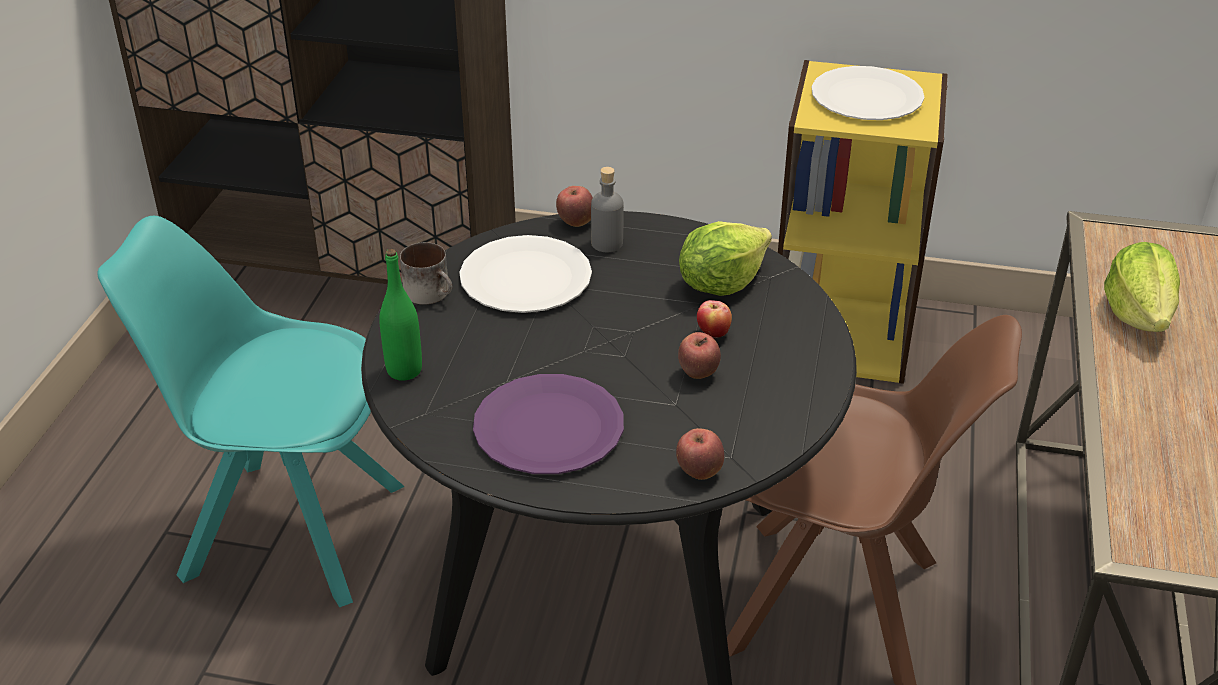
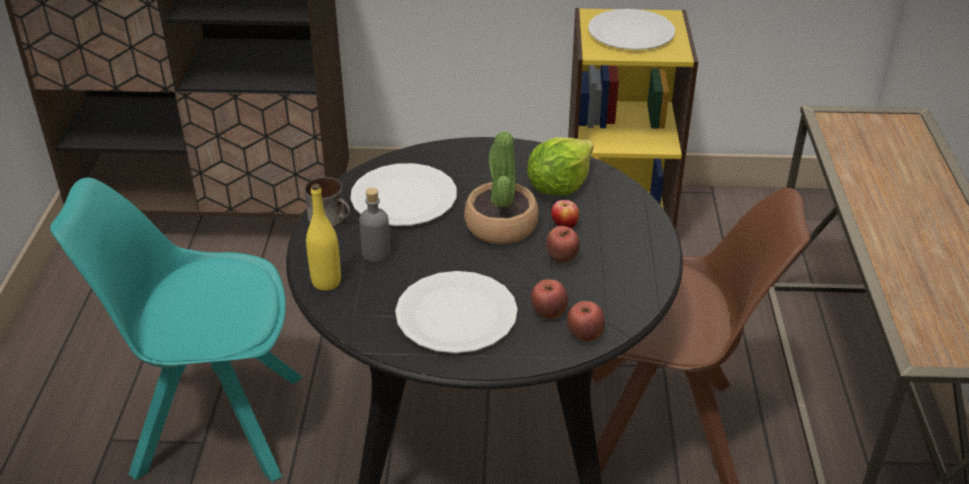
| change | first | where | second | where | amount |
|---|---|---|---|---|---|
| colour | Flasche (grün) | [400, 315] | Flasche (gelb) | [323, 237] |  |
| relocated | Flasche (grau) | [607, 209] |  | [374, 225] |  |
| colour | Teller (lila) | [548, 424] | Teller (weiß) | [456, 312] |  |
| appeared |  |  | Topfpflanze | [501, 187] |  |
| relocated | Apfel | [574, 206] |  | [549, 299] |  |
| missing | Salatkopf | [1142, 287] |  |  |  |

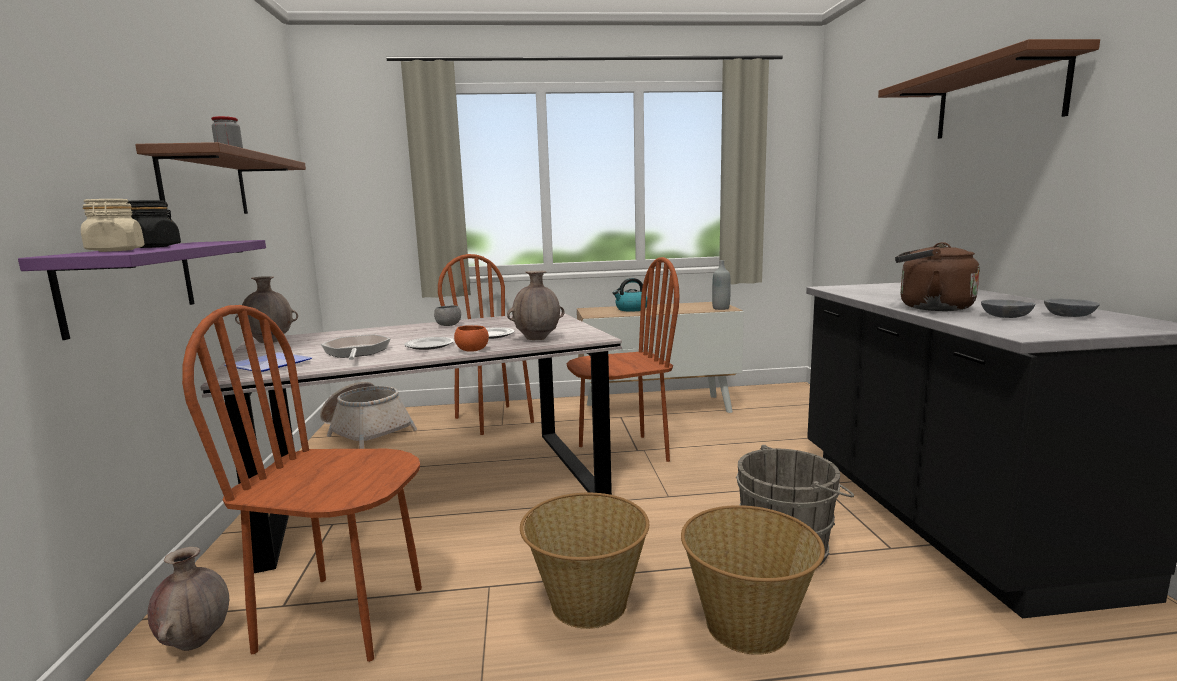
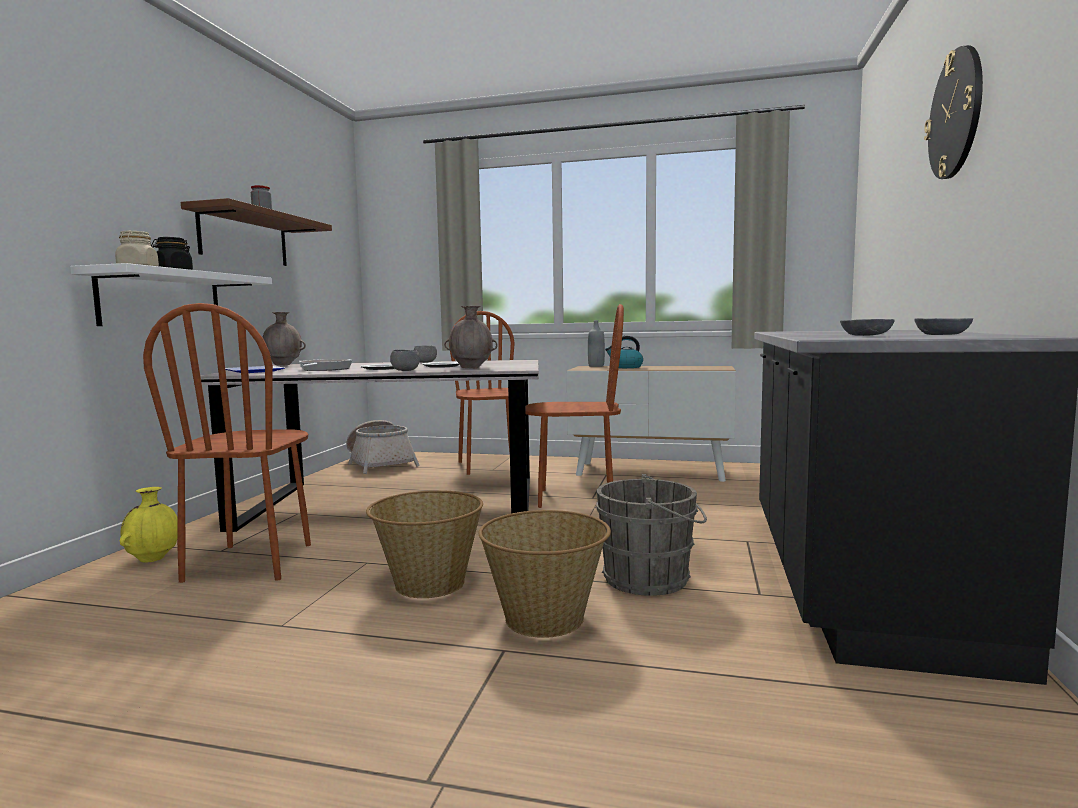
| change | first | where | second | where | amount |
|---|---|---|---|---|---|
| colour | Wandregal (lila) | [142, 290] | Wandregal (weiß) | [171, 294] |  |
| colour | Vase (braun) | [188, 599] | Vase (gelb) | [149, 525] |  |
| spun | Stuhl (braun) | [302, 483] |  | [227, 443] | 120 degrees counterclockwise |
| colour | Schüssel (orange) | [471, 338] | Schüssel (grau) | [405, 360] |  |
| relocated | Flasche (grau) | [721, 285] |  | [596, 343] |  |
| exchanged | Wandregal (braun) | [989, 89] | Wanduhr | [953, 112] |  |
| missing | Wasserkessel (braun) | [937, 276] |  |  |  |

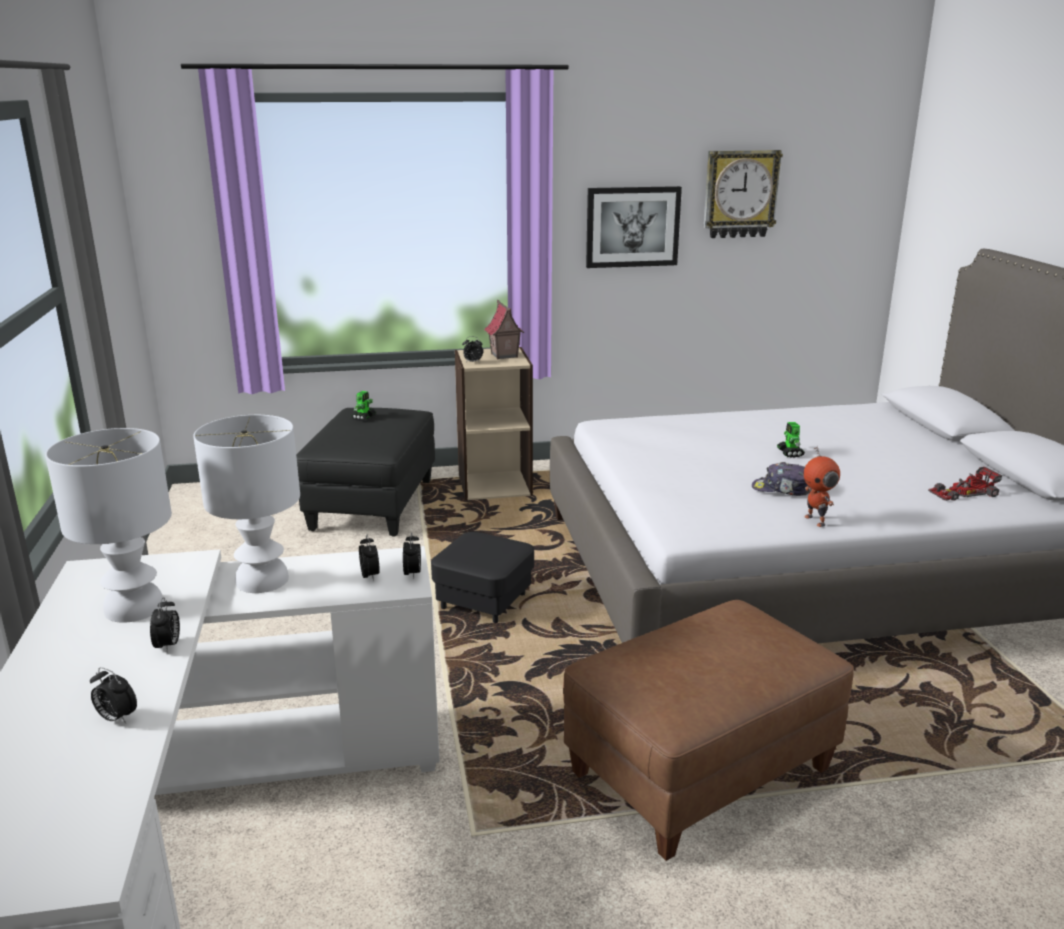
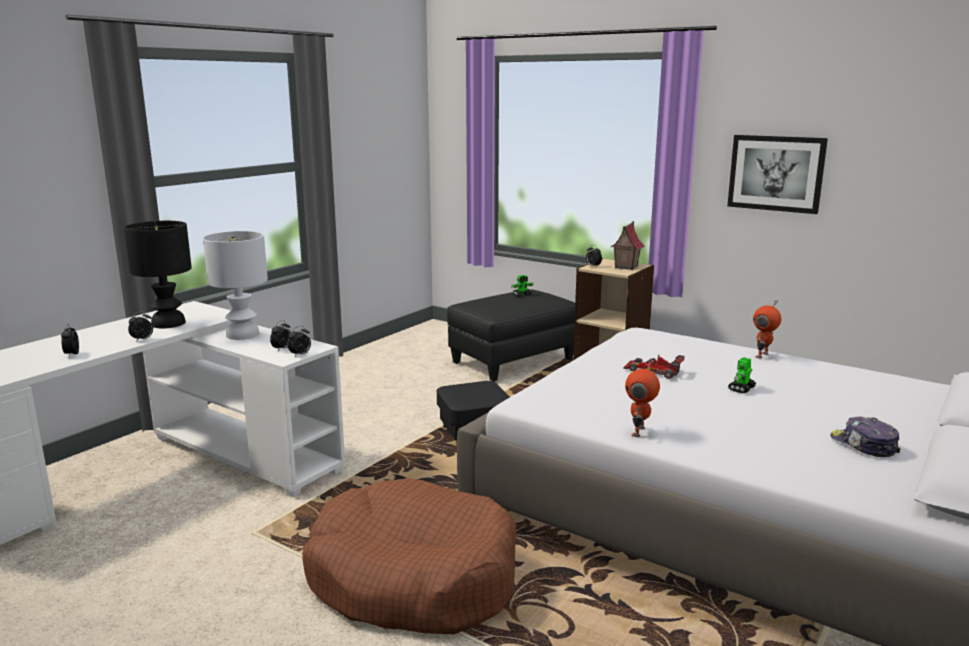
| change | first | where | second | where | amount |
|---|---|---|---|---|---|
| colour | Tischlampe (weiß) | [108, 525] | Tischlampe (schwarz) | [158, 274] |  |
| exchanged | Polsterhocker (braun) | [708, 730] | Hundebett (braun) | [409, 556] |  |
| relocated | Spielzeugauto | [965, 484] |  | [653, 367] |  |
| appeared |  |  | Spielzeugroboter | [767, 330] |  |
| relocated | Kappe | [781, 479] |  | [865, 437] |  |
| missing | Wanduhr | [743, 194] |  |  |  |

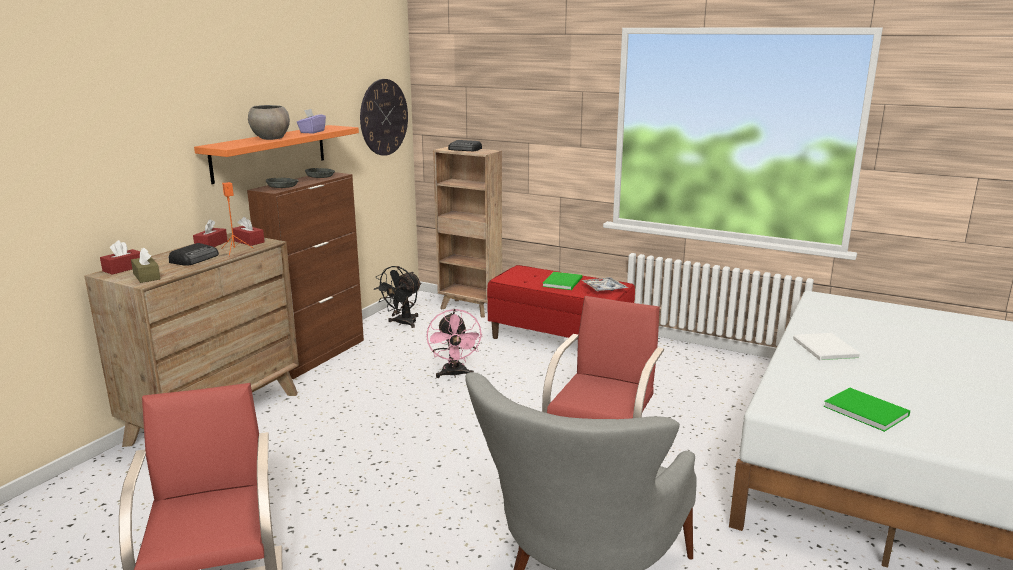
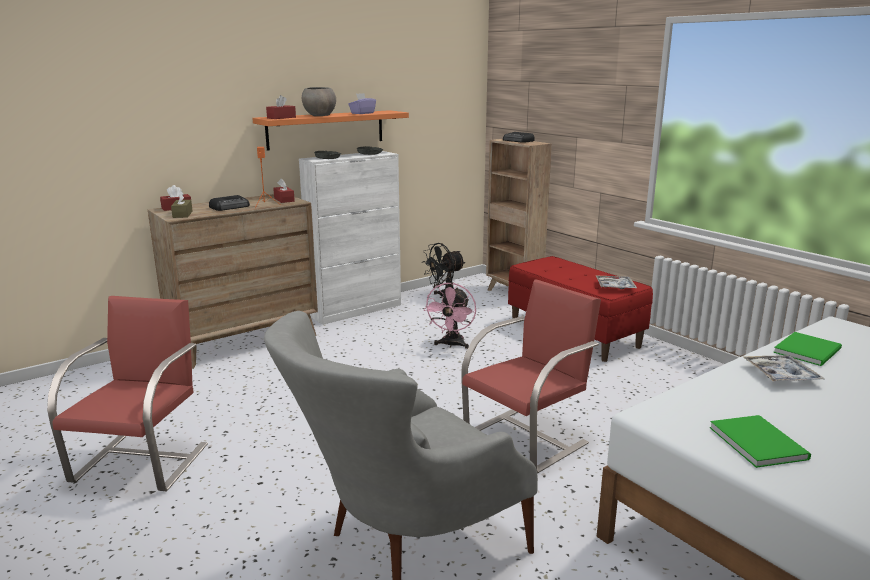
| change | first | where | second | where | amount |
|---|---|---|---|---|---|
| relocated | Taschentuchbox (rot) | [210, 233] |  | [281, 107] |  |
| colour | Schrank (braun) | [305, 275] | Schrank (weiß) | [350, 238] |  |
| exchanged | Buch (weiß) | [827, 347] | Tablett | [784, 368] |  |
| relocated | Buch (grün) | [562, 281] |  | [807, 349] |  |
| missing | Wanduhr | [384, 117] |  |  |  |

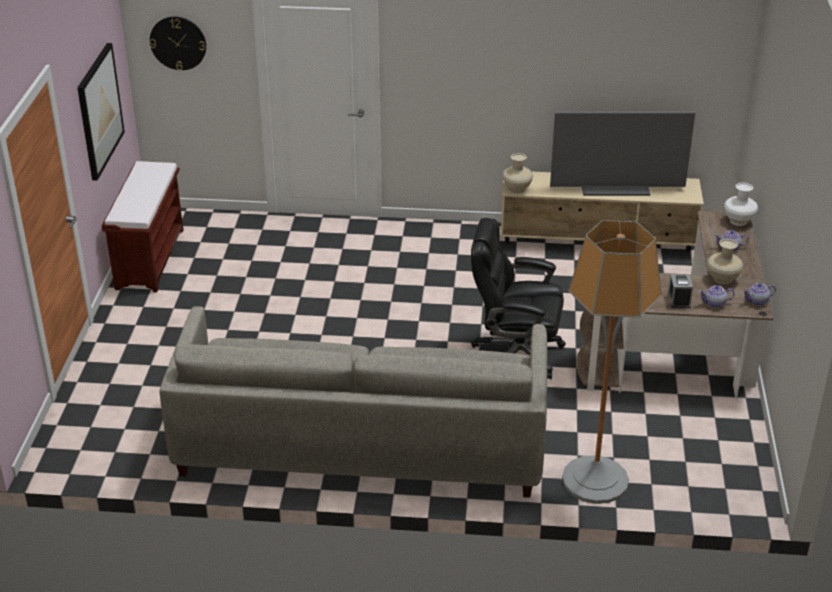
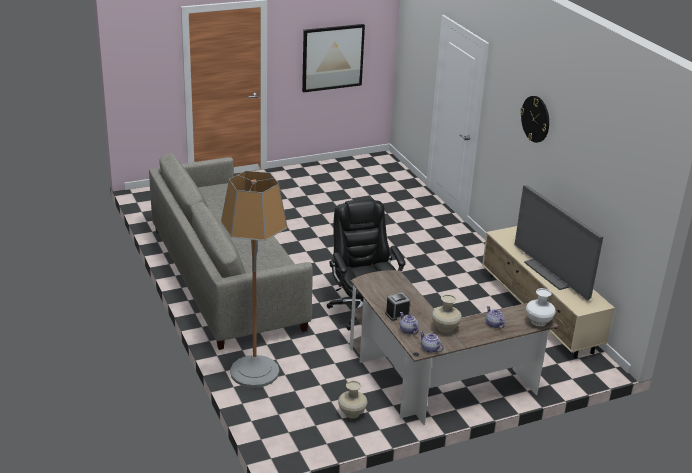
| change | first | where | second | where | amount |
|---|---|---|---|---|---|
| relocated | Vase (beige) | [517, 173] |  | [353, 400] |  |
| relocated | Wanduhr | [178, 44] |  | [534, 119] |  |
| missing | Bank (braun) | [143, 226] |  |  |  |

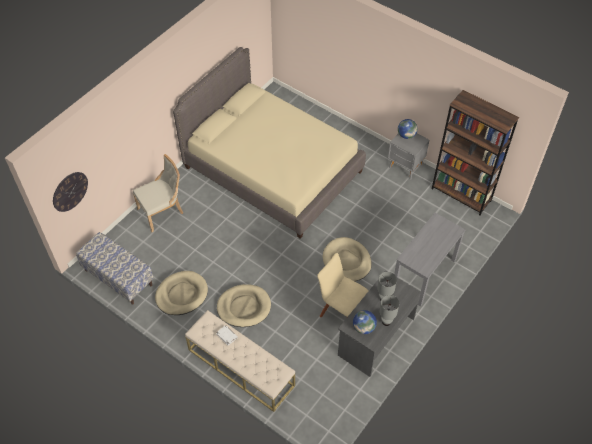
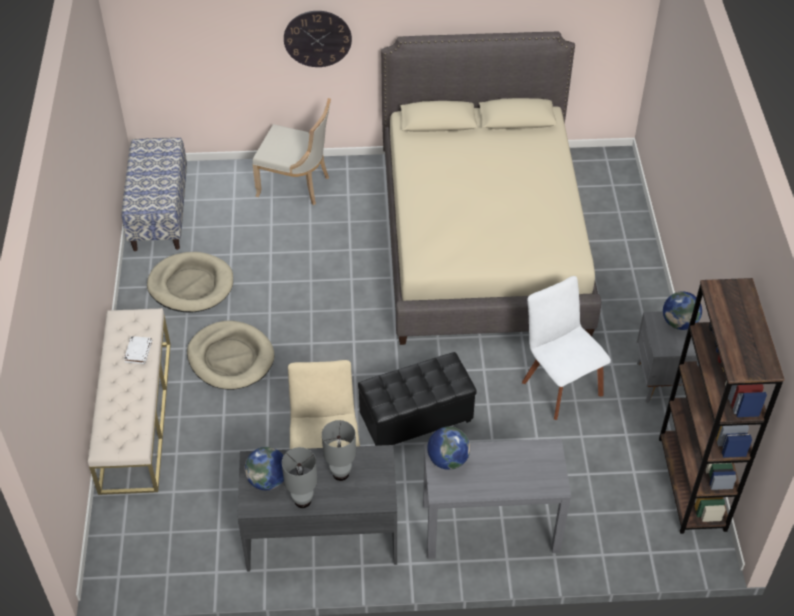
| change | first | where | second | where | amount |
|---|---|---|---|---|---|
| relocated | Wanduhr | [70, 192] |  | [318, 39] |  |
| exchanged | Hundebett (beige) | [347, 259] | Polsterhocker (schwarz) | [417, 399] |  |
| appeared |  |  | Globus | [448, 448] |  |
| appeared |  |  | Stuhl (weiß) | [566, 348] |  |

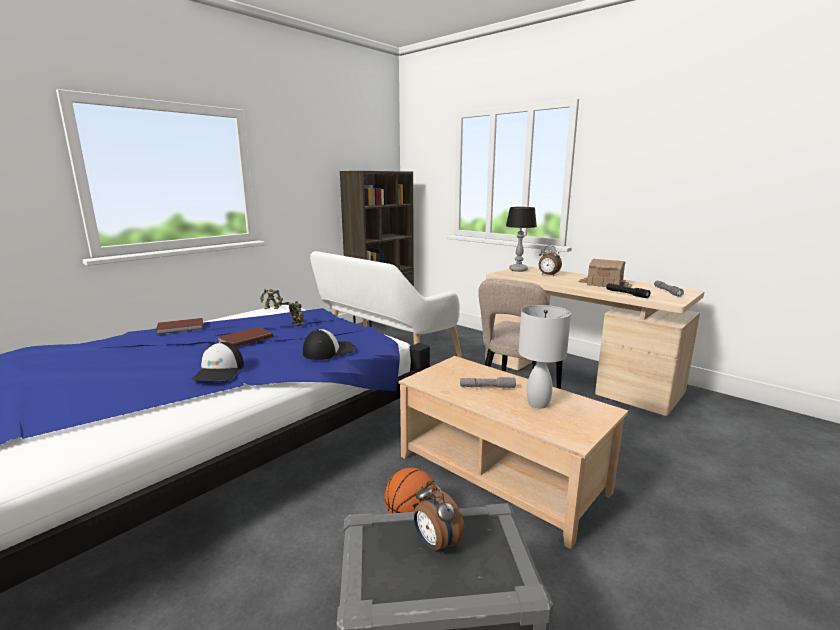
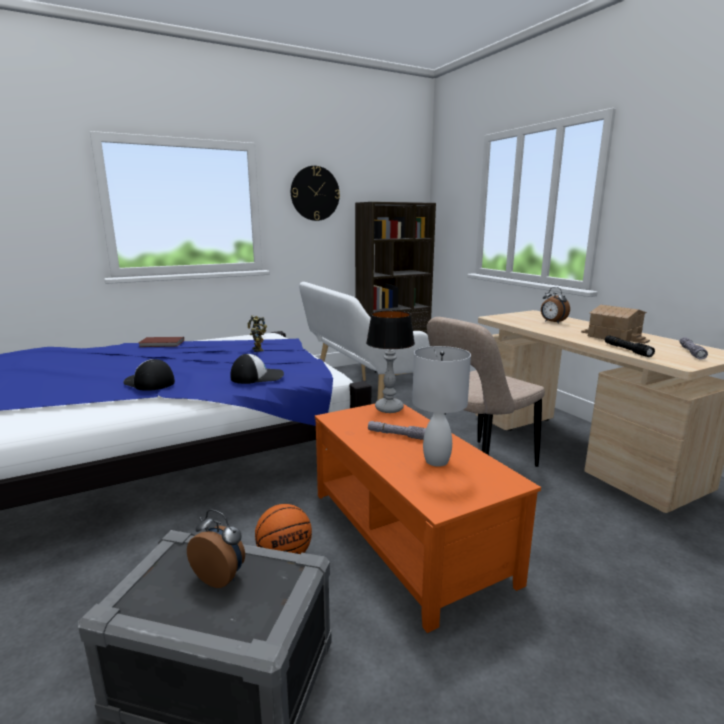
| change | first | where | second | where | amount |
|---|---|---|---|---|---|
| spun | Kappe | [217, 361] |  | [149, 375] | 105 degrees clockwise |
| spun | Wecker | [439, 517] |  | [216, 548] | 135 degrees clockwise |
| appeared |  |  | Wanduhr | [315, 193] |  |
| colour | Couchtisch (beige) | [513, 452] | Couchtisch (orange) | [428, 518] |  |
| relocated | Tischlampe | [521, 239] |  | [390, 361] |  |
| missing | Buch (braun) | [245, 337] |  |  |  |

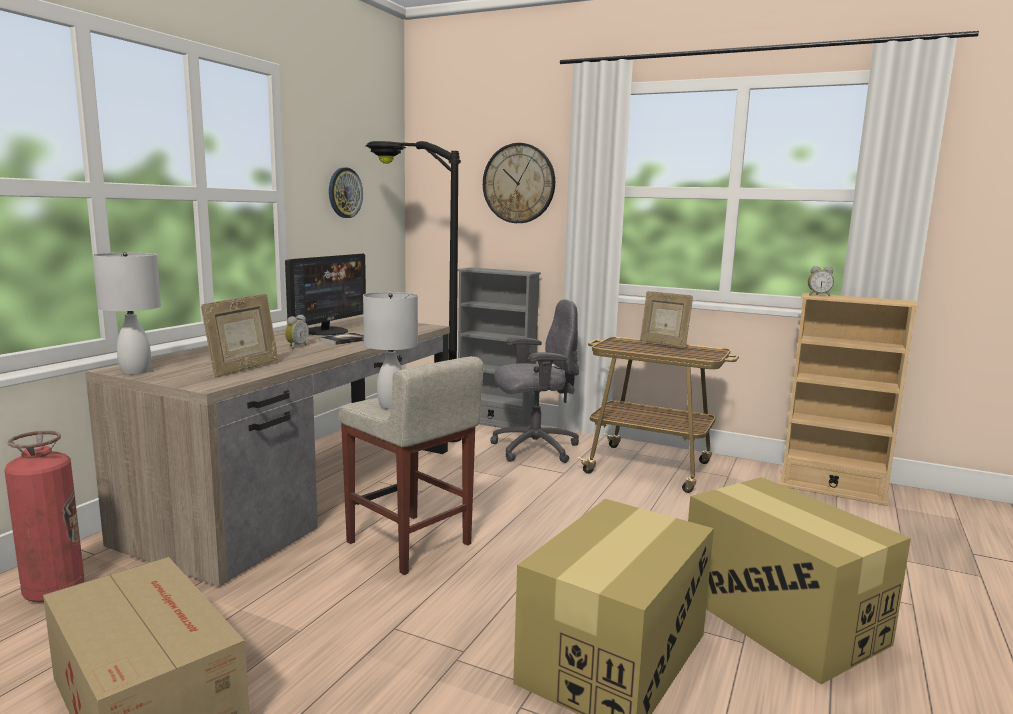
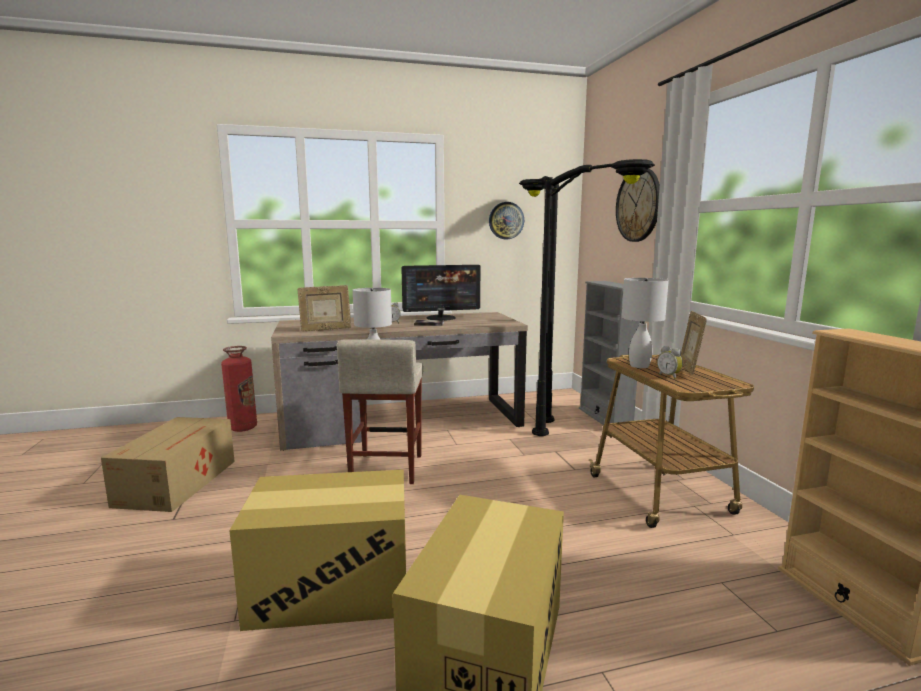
| change | first | where | second | where | amount |
|---|---|---|---|---|---|
| exchanged | Bürostuhl (grau) | [534, 381] | Stehlampe (schwarz) | [593, 297] |  |
| relocated | Tischlampe (weiß) | [126, 313] |  | [645, 323] |  |
| relocated | Wecker | [821, 281] |  | [670, 362] |  |

